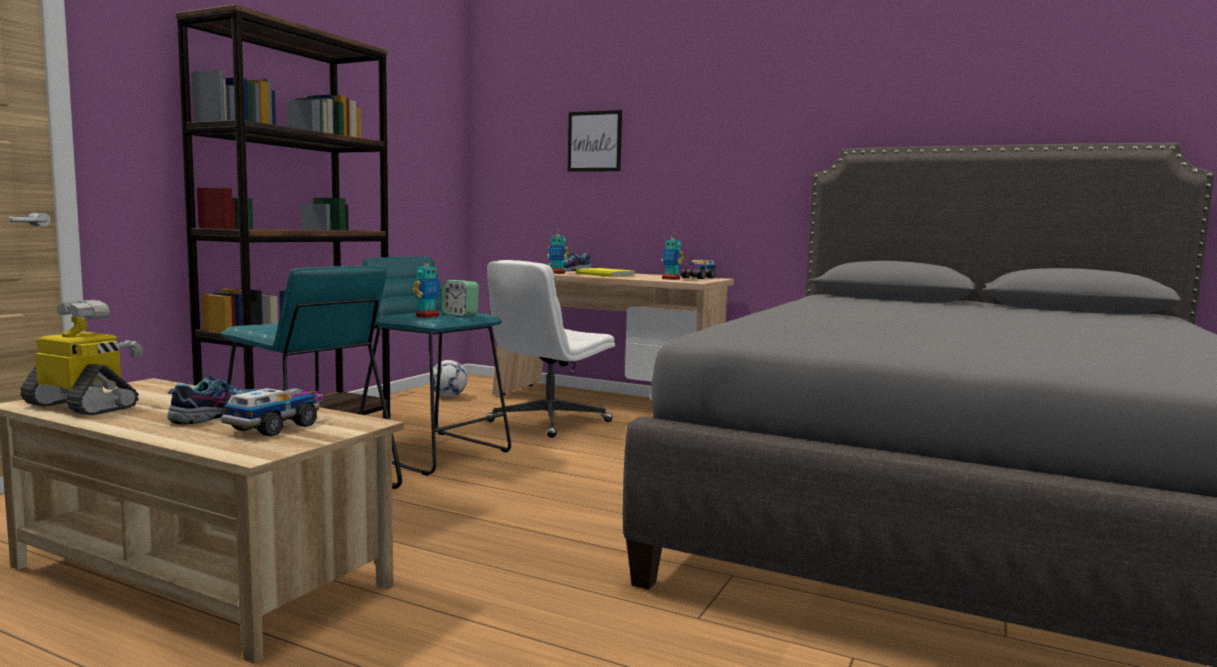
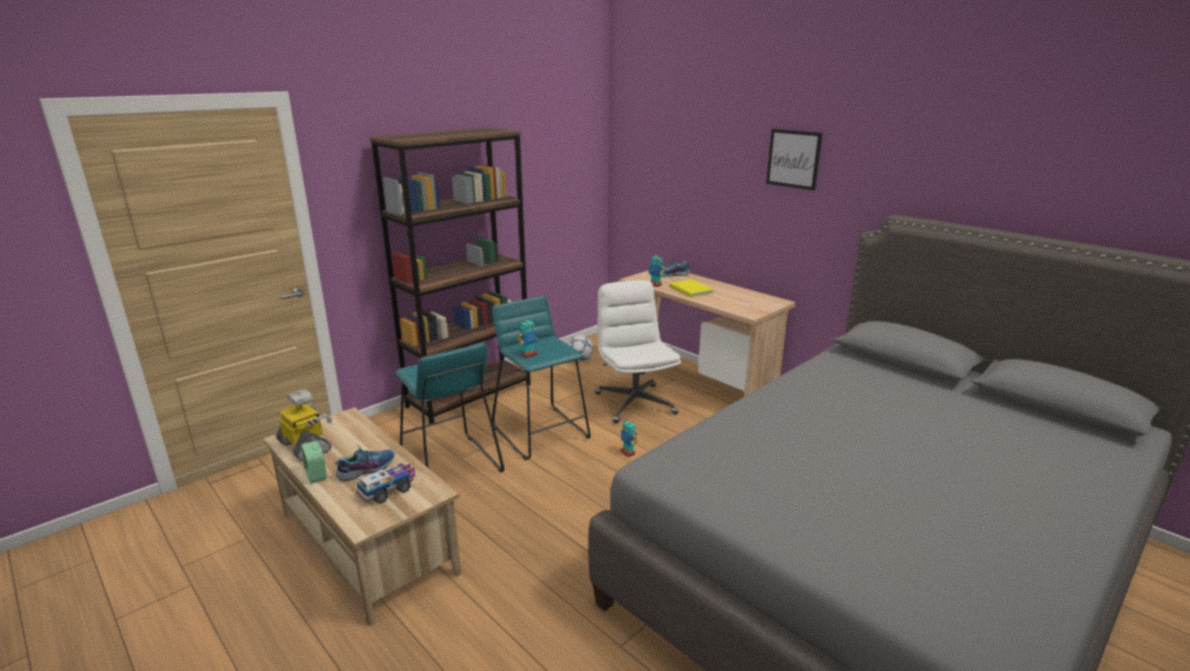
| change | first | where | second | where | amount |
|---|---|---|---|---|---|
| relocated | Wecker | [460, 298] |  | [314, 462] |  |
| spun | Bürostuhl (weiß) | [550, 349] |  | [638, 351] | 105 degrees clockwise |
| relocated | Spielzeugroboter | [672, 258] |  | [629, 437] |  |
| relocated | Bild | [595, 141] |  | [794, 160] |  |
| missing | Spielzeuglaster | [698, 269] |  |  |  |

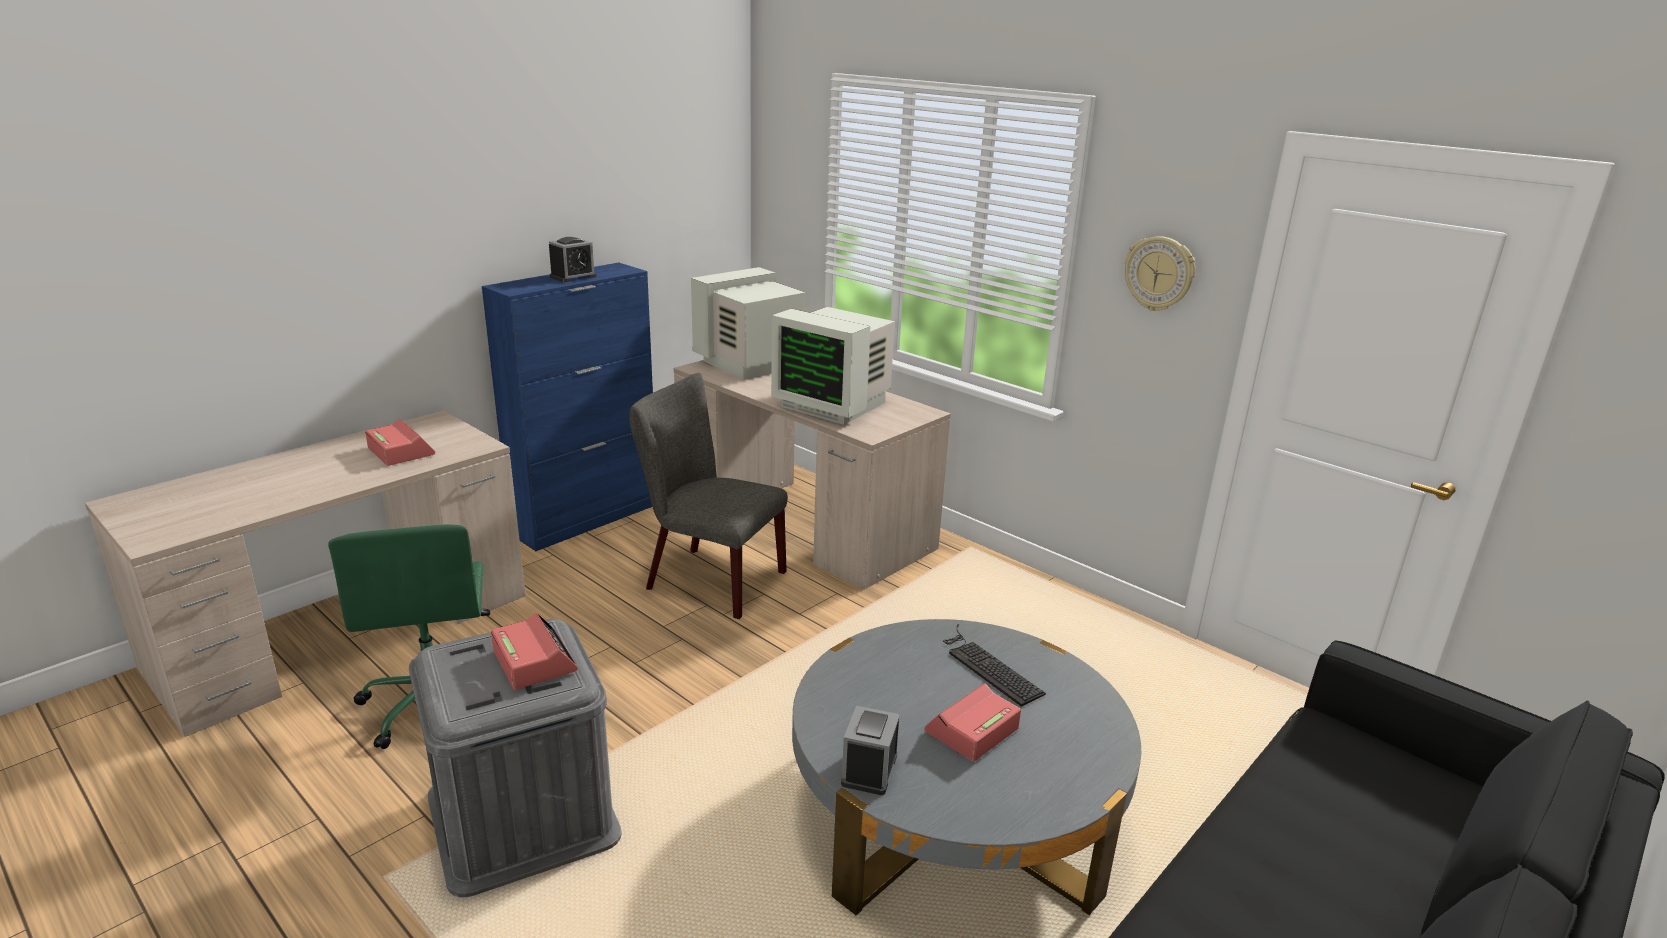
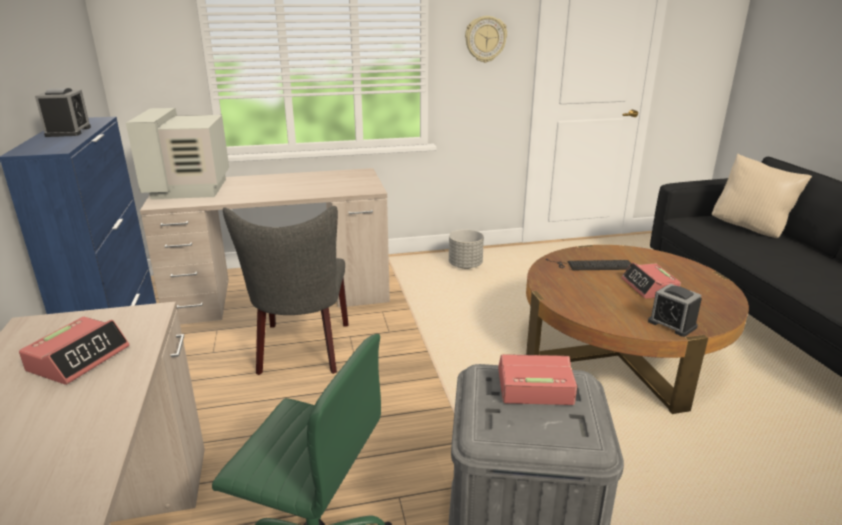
| change | first | where | second | where | amount |
|---|---|---|---|---|---|
| spun | Wecker | [400, 442] |  | [74, 351] | 120 degrees clockwise |
| spun | Stuhl (grau) | [708, 496] |  | [286, 290] | 60 degrees counterclockwise |
| appeared |  |  | Pflanzkübel (grau) | [466, 249] |  |
| colour | Couchtisch (grau) | [966, 767] | Couchtisch (braun) | [637, 329] |  |
| appeared |  |  | Kissen (beige) | [762, 196] |  |
| missing | Monitor | [833, 366] |  |  |  |

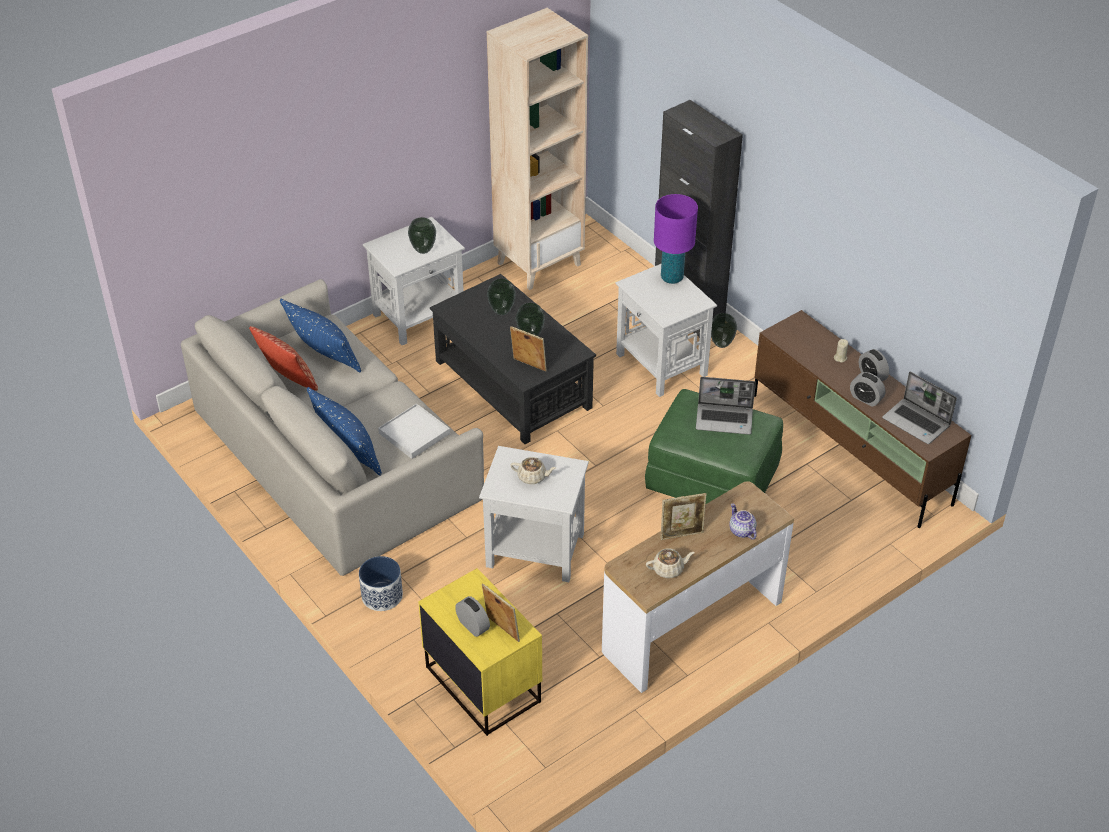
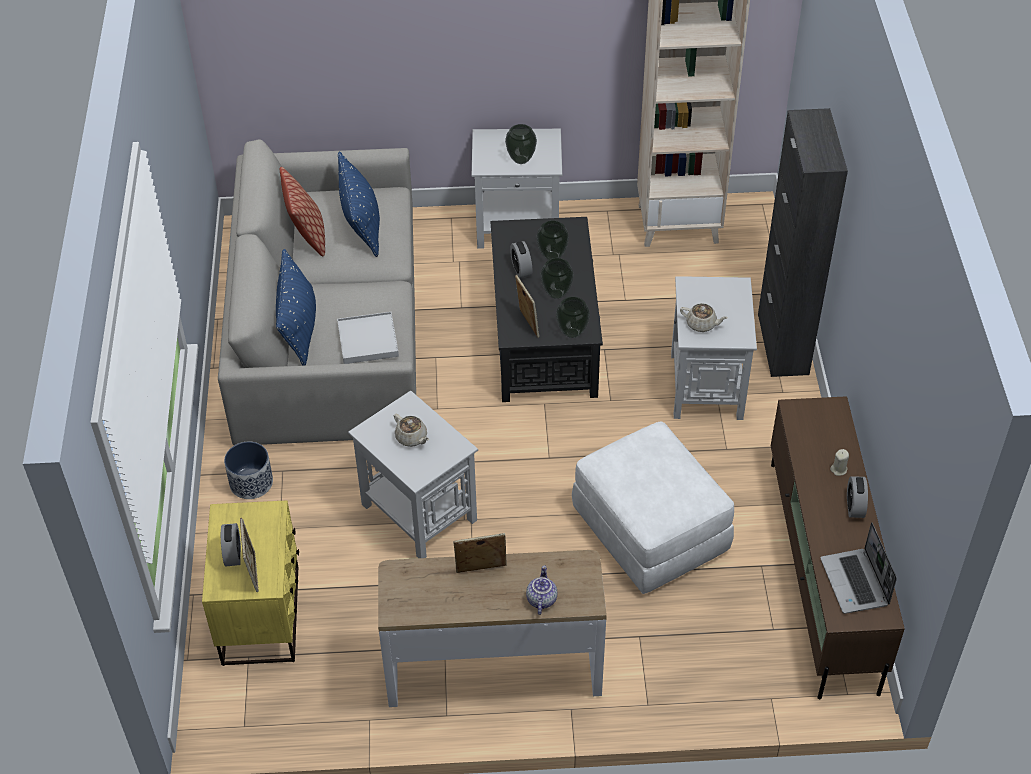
| change | first | where | second | where | amount |
|---|---|---|---|---|---|
| spun | Bilderrahmen | [684, 516] |  | [480, 553] | 150 degrees clockwise |
| relocated | Wecker | [868, 389] |  | [521, 259] |  |
| relocated | Vase | [724, 330] |  | [573, 317] |  |
| colour | Polsterhocker (grün) | [714, 446] | Polsterhocker (weiß) | [653, 508] |  |
| relocated | Teekanne (beige) | [670, 563] |  | [704, 317] |  |
| missing | Tischlampe (lila) | [676, 239] |  |  |  |
| missing | Laptop | [726, 406] |  |  |  |

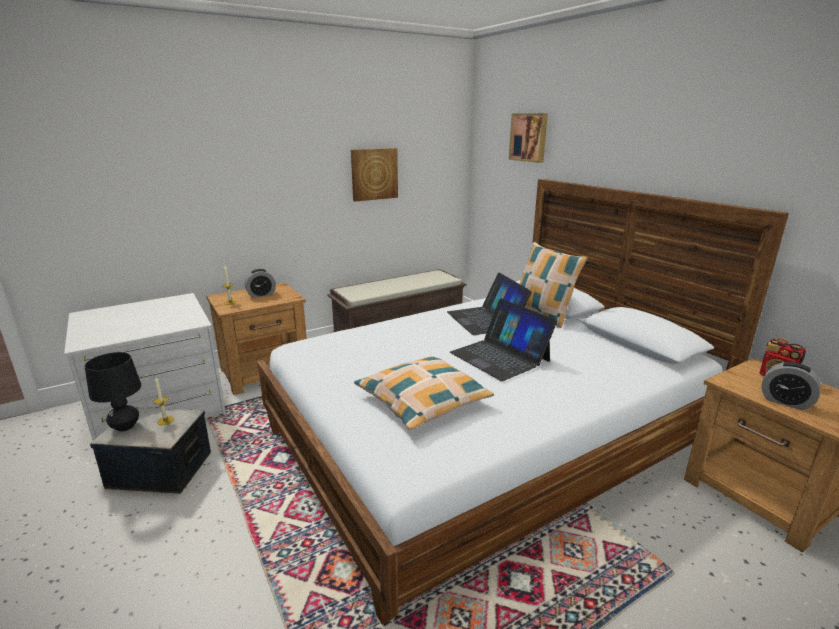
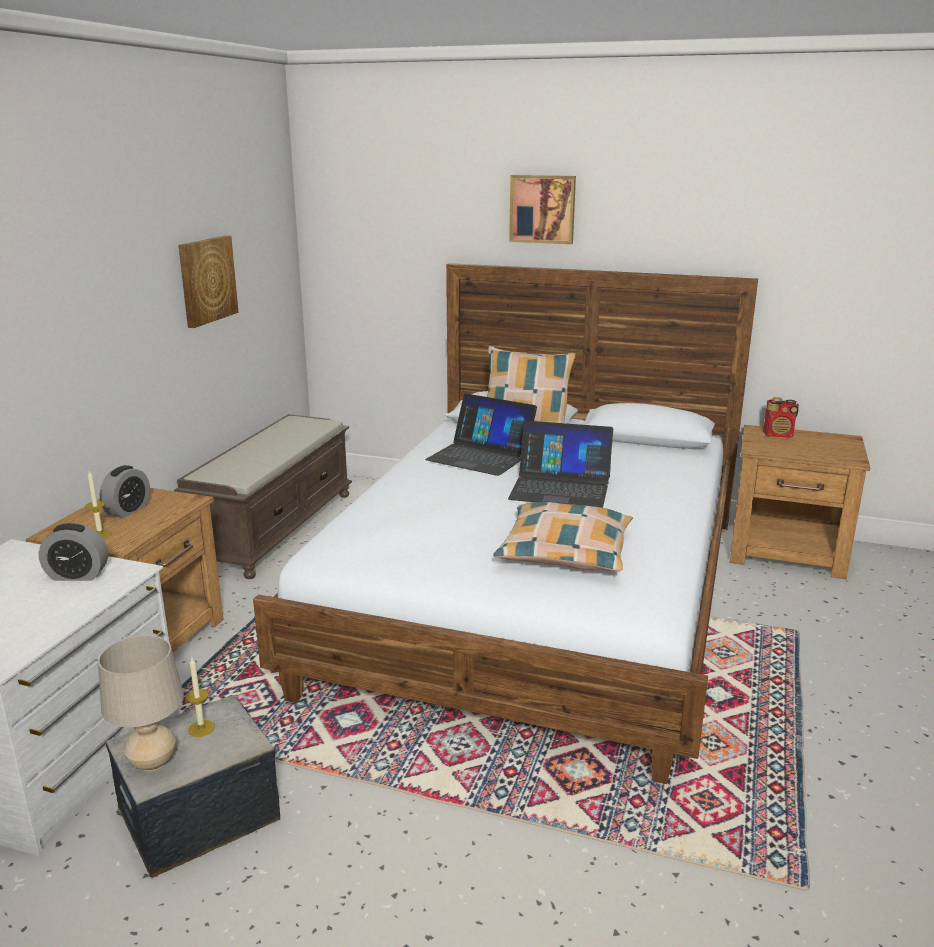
| change | first | where | second | where | amount |
|---|---|---|---|---|---|
| relocated | Wecker | [791, 386] |  | [73, 552] |  |
| colour | Tischlampe (schwarz) | [113, 391] | Tischlampe (beige) | [141, 703] |  |
| relocated | Bild | [528, 138] |  | [542, 209] |  |

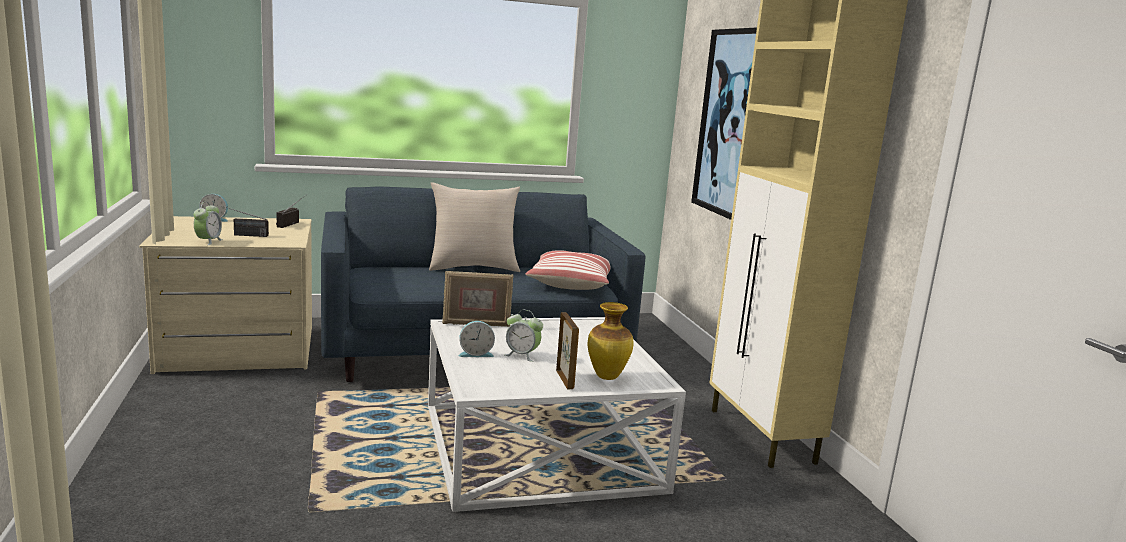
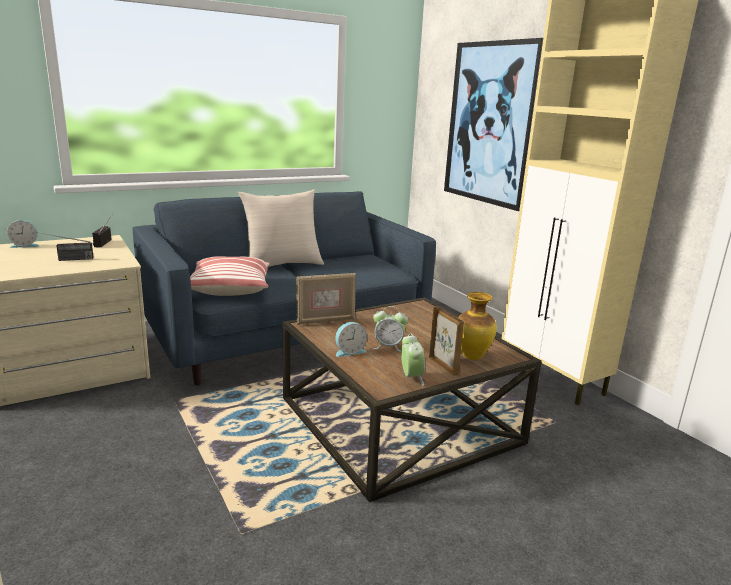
| change | first | where | second | where | amount |
|---|---|---|---|---|---|
| relocated | Kissen | [568, 270] |  | [230, 276] |  |
| colour | Couchtisch (weiß) | [557, 414] | Couchtisch (braun) | [412, 399] |  |
| relocated | Wecker | [208, 223] |  | [413, 359] |  |

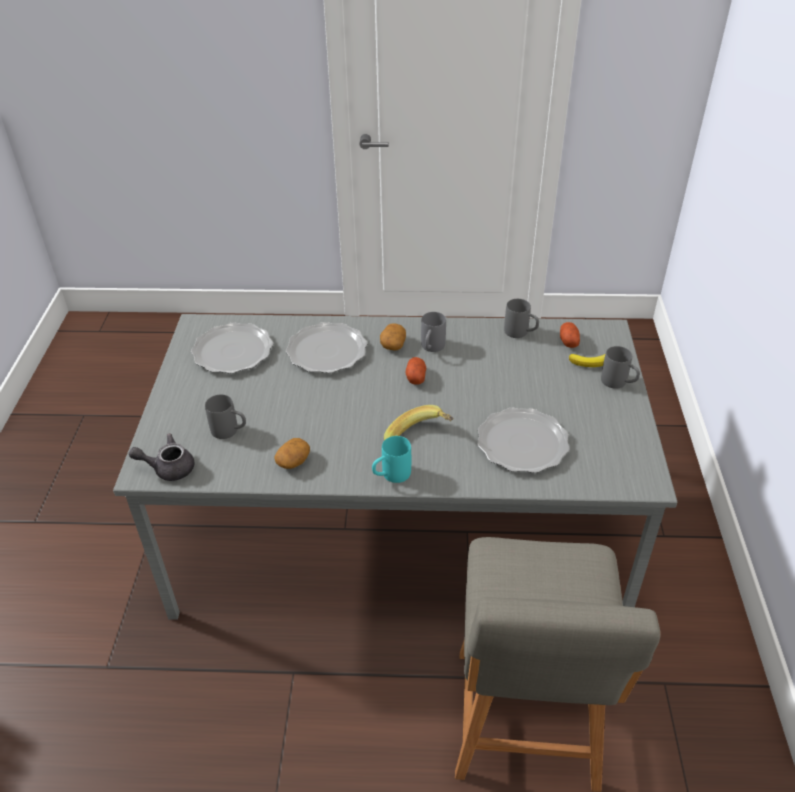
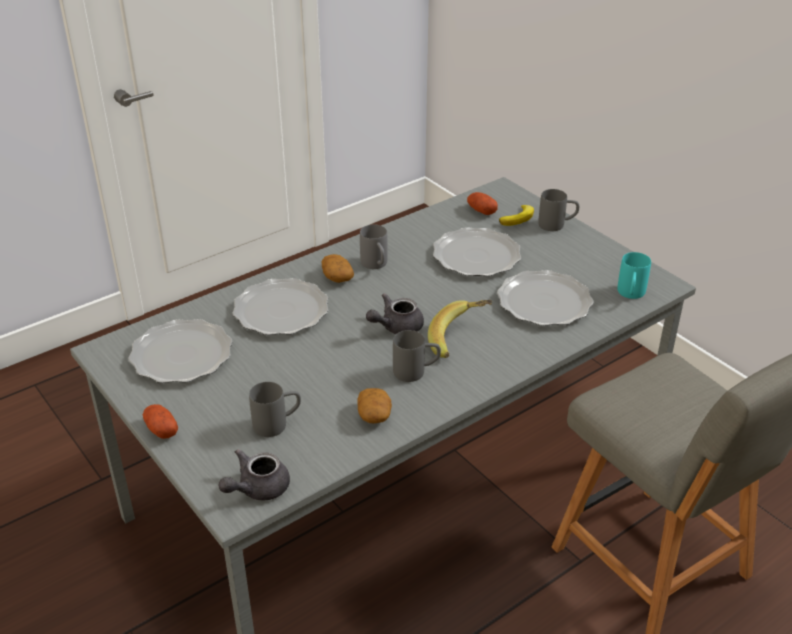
| change | first | where | second | where | amount |
|---|---|---|---|---|---|
| relocated | Kartoffel | [416, 371] |  | [160, 421] |  |
| appeared |  |  | Teekanne (grau) | [395, 313] |  |
| relocated | Henkelbecher (grau) | [521, 318] |  | [417, 356] |  |
| appeared |  |  | Teller | [477, 251] |  |
| relocated | Henkelbecher (türkis) | [391, 459] |  | [634, 275] |  |

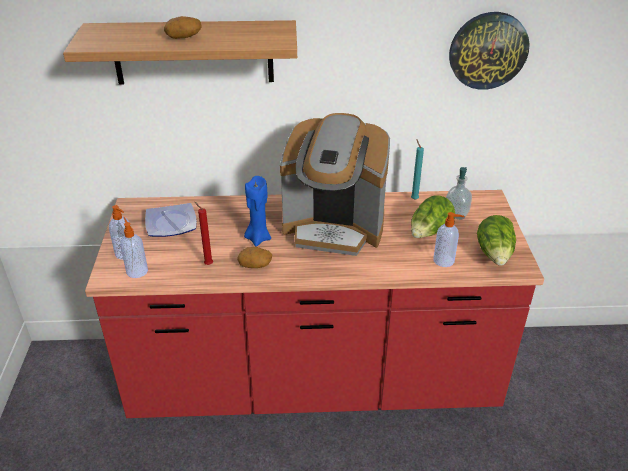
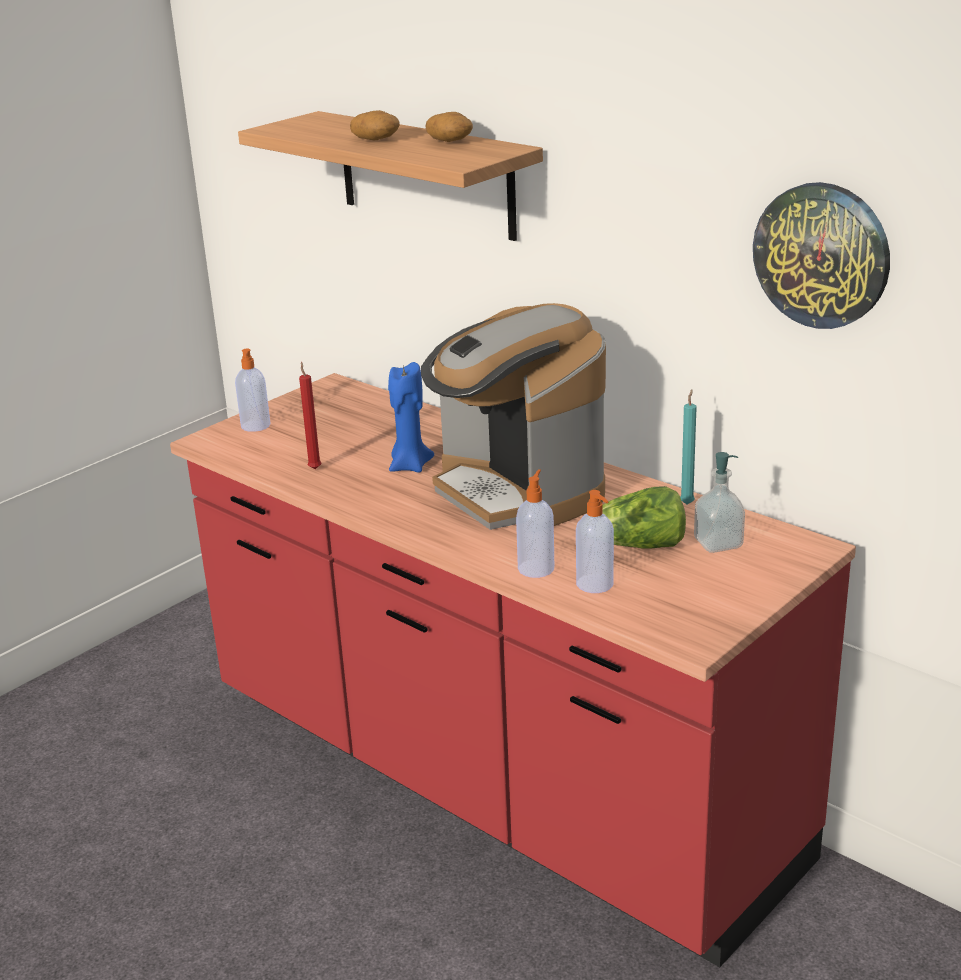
| change | first | where | second | where | amount |
|---|---|---|---|---|---|
| relocated | Kartoffel | [254, 257] |  | [449, 127] |  |
| relocated | Seifenspender | [134, 247] |  | [535, 523] |  |
| missing | Teller | [171, 220] |  |  |  |
| missing | Salatkopf | [496, 240] |  |  |  |

